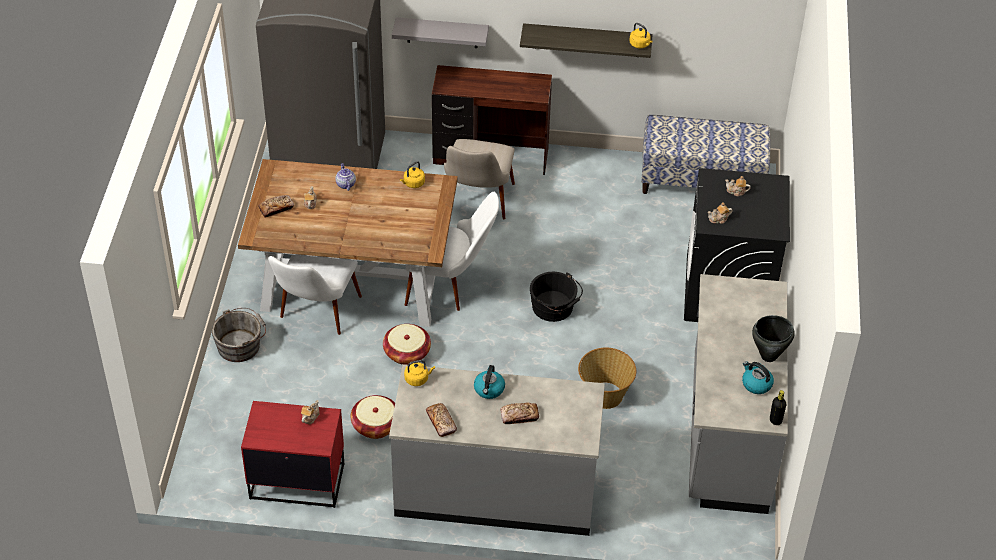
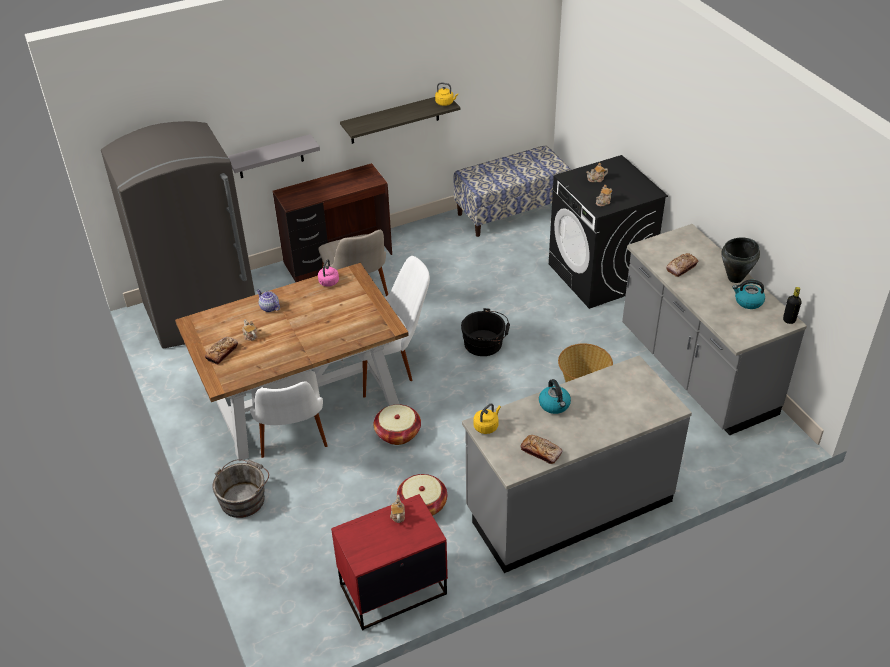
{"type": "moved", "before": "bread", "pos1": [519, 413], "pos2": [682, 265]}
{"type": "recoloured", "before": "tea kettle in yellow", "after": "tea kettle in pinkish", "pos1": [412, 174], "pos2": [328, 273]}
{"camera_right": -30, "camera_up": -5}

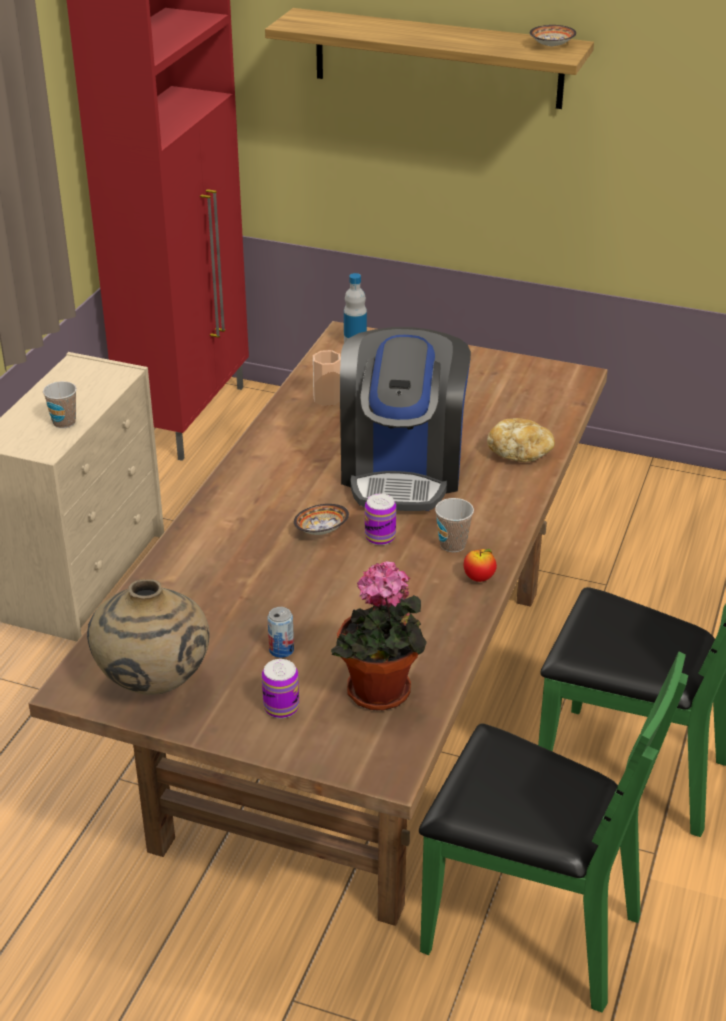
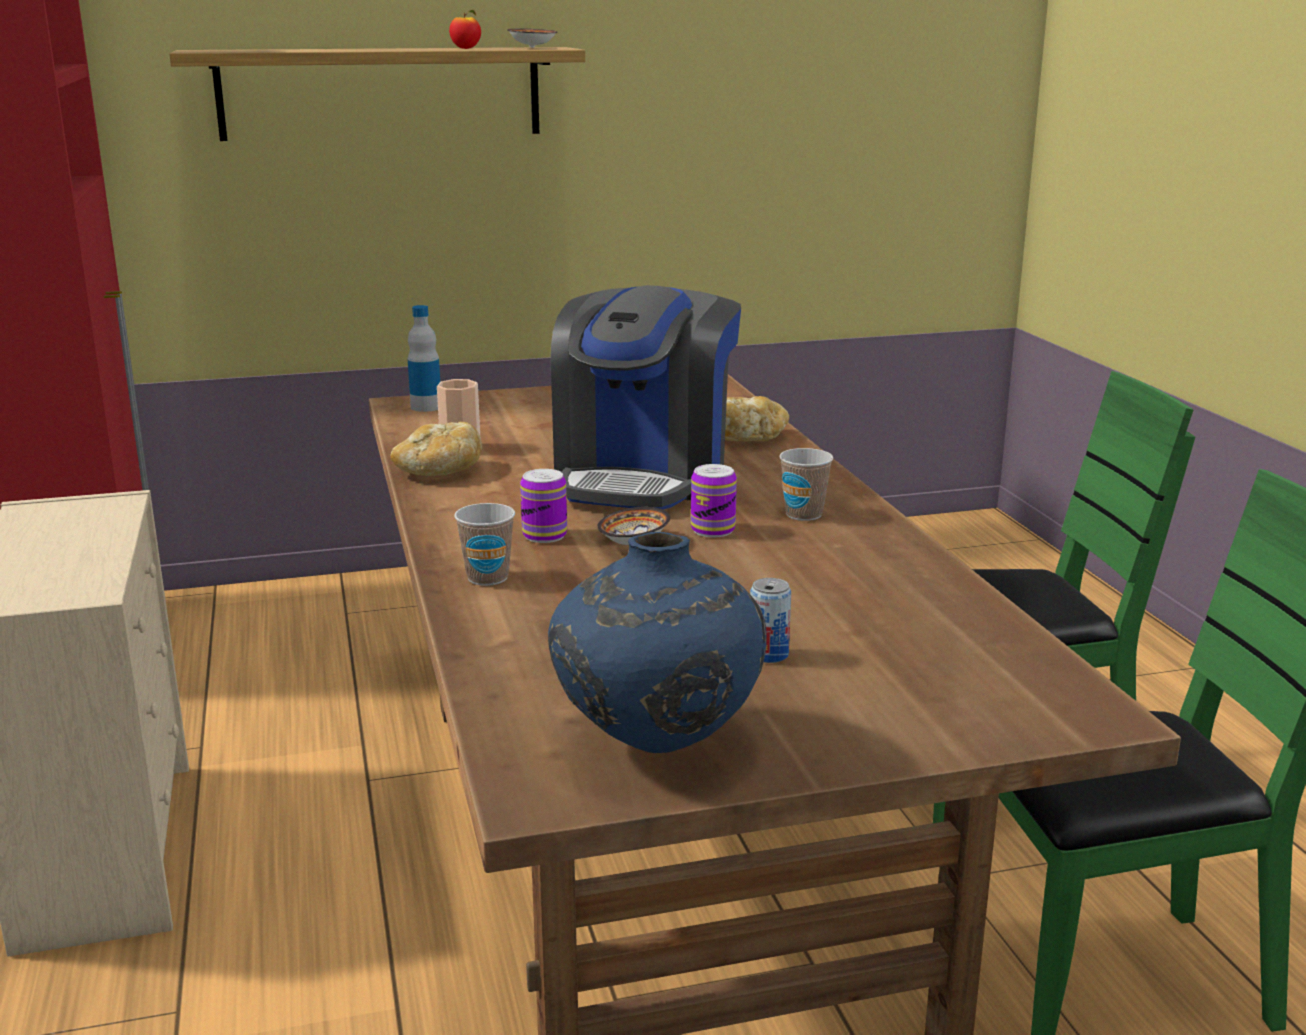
{"type": "removed", "before": "houseplant", "pos1": [379, 636]}
{"type": "added", "after": "bread", "pos2": [436, 449]}
{"type": "moved", "before": "drinking cup", "pos1": [60, 404], "pos2": [484, 544]}
{"type": "moved", "before": "sealed can", "pos1": [280, 688], "pos2": [543, 506]}
{"type": "moved", "before": "apple fruit", "pos1": [480, 565], "pos2": [465, 29]}
{"type": "recoloured", "before": "vase in beige", "after": "vase in blue", "pos1": [148, 637], "pos2": [657, 642]}
{"type": "turned", "before": "coffee machine", "pos1": [405, 419], "pos2": [646, 397], "turn": 45}
{"camera_right": -35, "camera_up": -15}

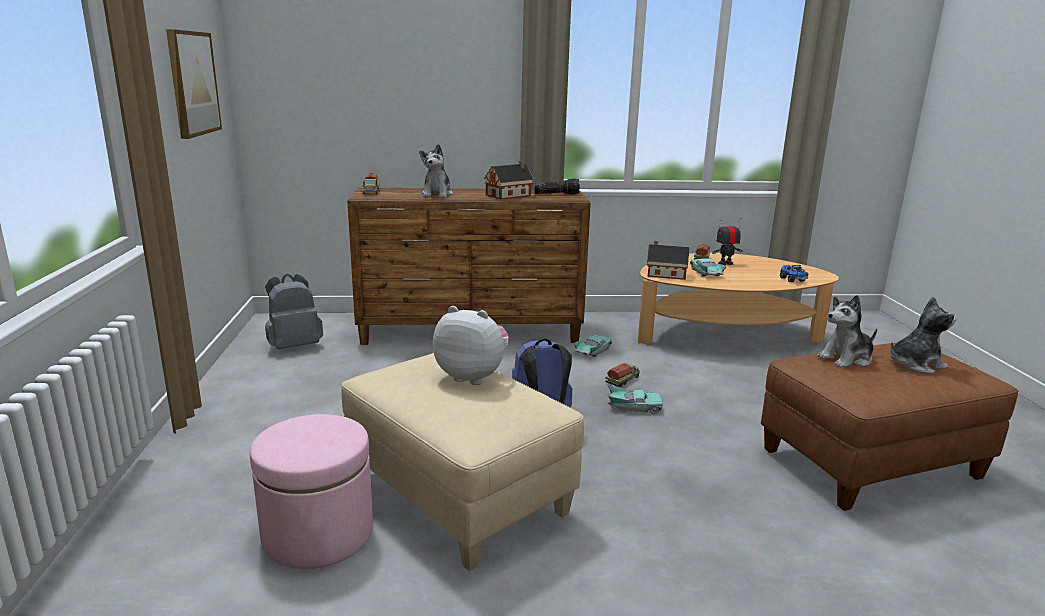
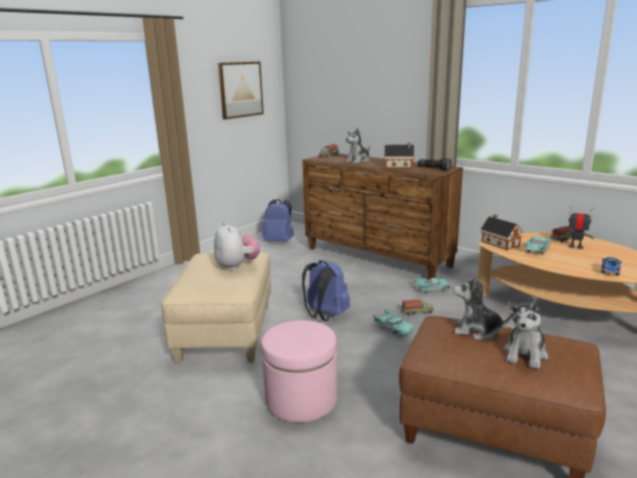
{"type": "moved", "before": "pouffe in pinkish", "pos1": [311, 491], "pos2": [299, 371]}
{"type": "recoloured", "before": "knapsack in grey", "after": "knapsack in blue", "pos1": [294, 311], "pos2": [278, 220]}
{"type": "turned", "before": "cuddly toy", "pos1": [923, 335], "pos2": [526, 333], "turn": 90}
{"camera_right": 45, "camera_up": 0}

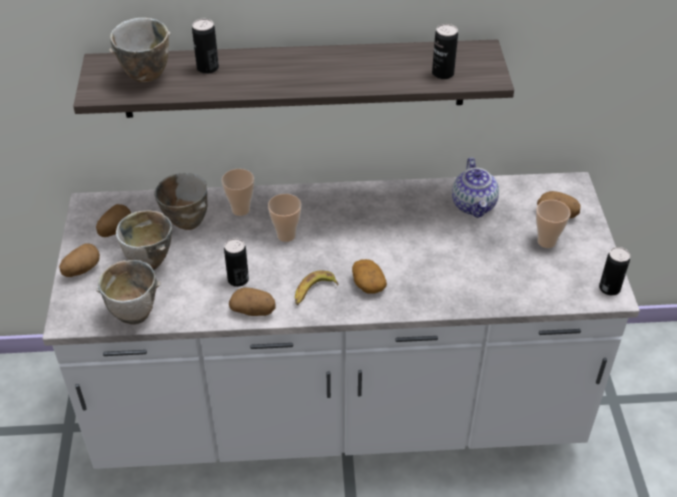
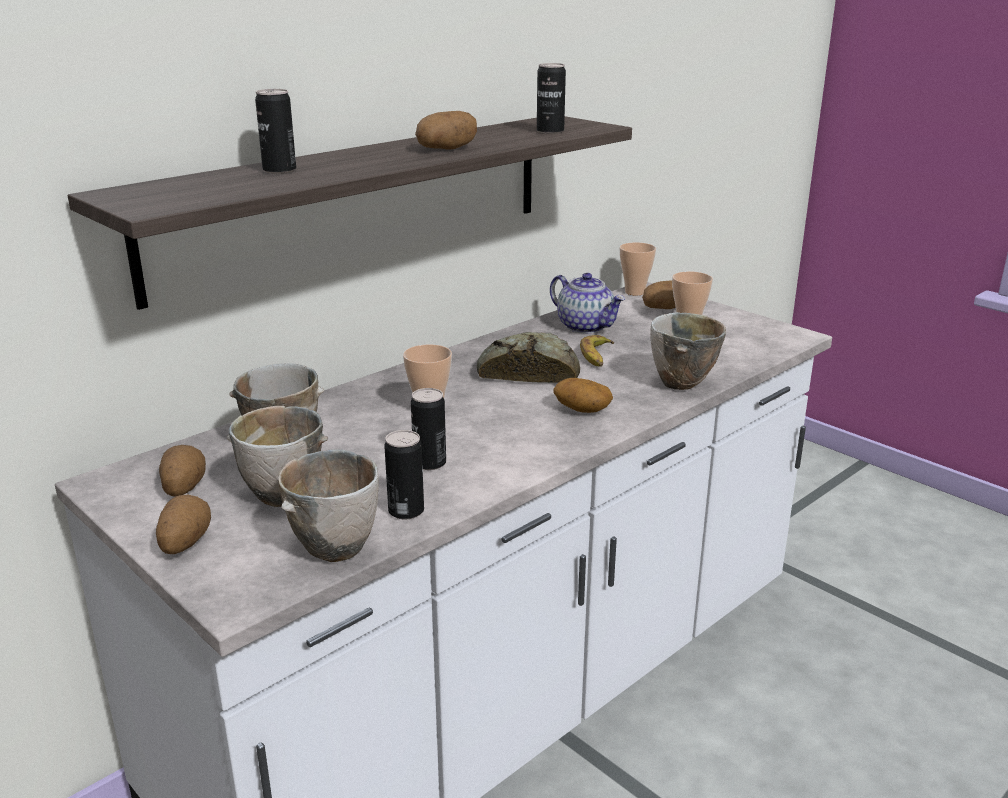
{"type": "added", "after": "bread", "pos2": [528, 357]}
{"type": "moved", "before": "serving bowl", "pos1": [140, 50], "pos2": [688, 351]}
{"type": "moved", "before": "drinking cup", "pos1": [238, 192], "pos2": [637, 268]}
{"type": "moved", "before": "spud", "pos1": [252, 301], "pos2": [446, 130]}
{"type": "moved", "before": "banana", "pos1": [316, 287], "pos2": [597, 351]}
{"type": "moved", "before": "sealed can", "pos1": [614, 271], "pos2": [404, 474]}
{"camera_right": -40, "camera_up": -20}

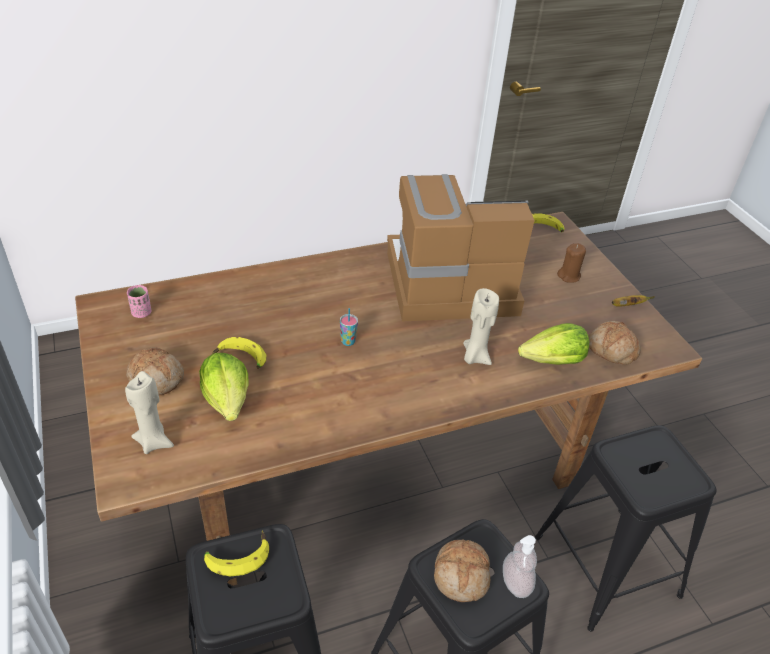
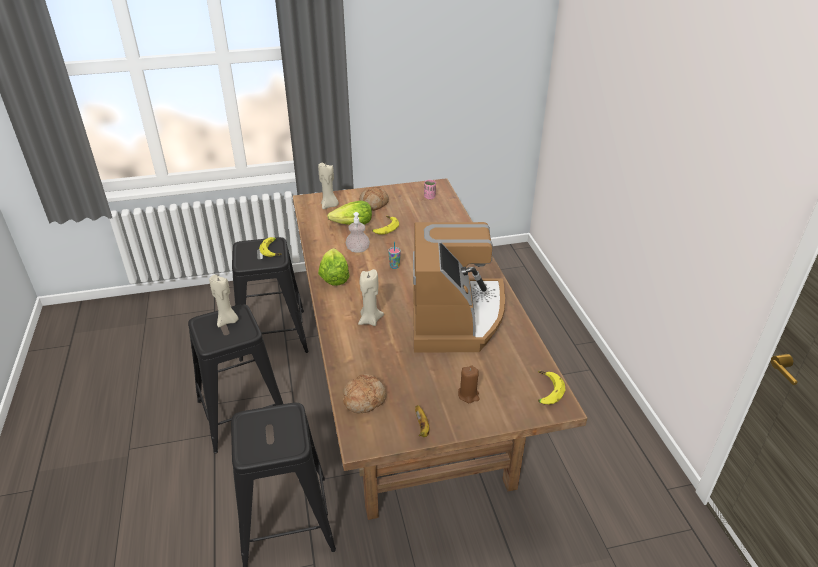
{"type": "moved", "before": "soap dispenser", "pos1": [520, 566], "pos2": [358, 232]}
{"type": "moved", "before": "head of lettuce", "pos1": [553, 344], "pos2": [333, 267]}
{"type": "replaced", "before": "bread", "after": "wax light in beige", "pos1": [462, 571], "pos2": [223, 301]}
{"camera_right": 100, "camera_up": -5}

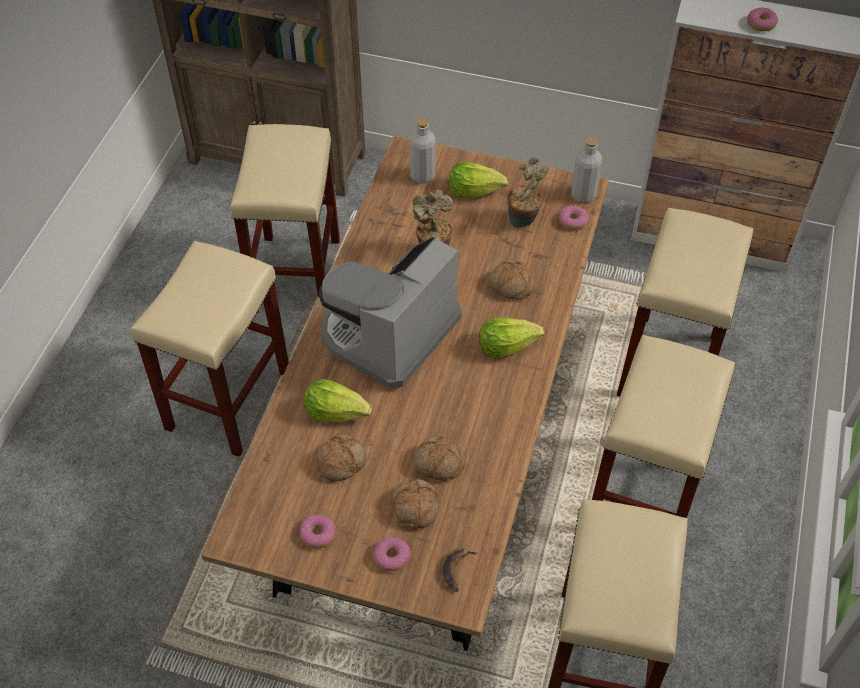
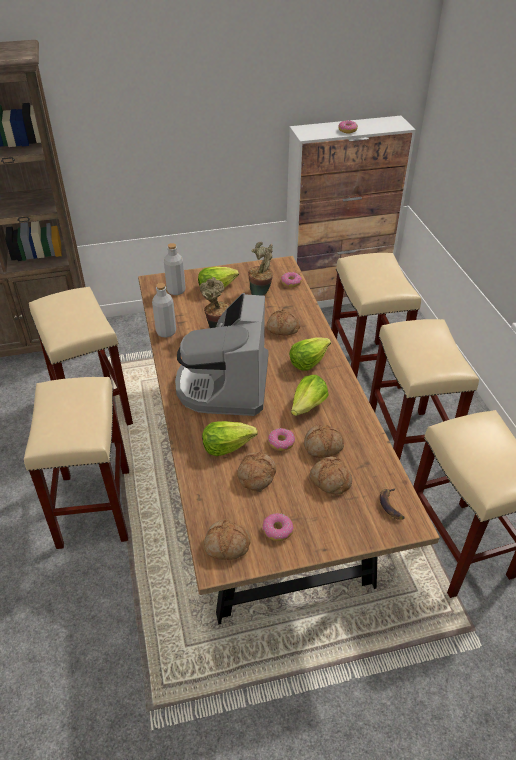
{"type": "added", "after": "bread", "pos2": [227, 539]}
{"type": "added", "after": "head of lettuce", "pos2": [310, 395]}
{"type": "moved", "before": "doughnut", "pos1": [391, 554], "pos2": [281, 439]}
{"type": "moved", "before": "drink bottle in grey", "pos1": [586, 170], "pos2": [164, 310]}
{"camera_right": -30, "camera_up": -10}

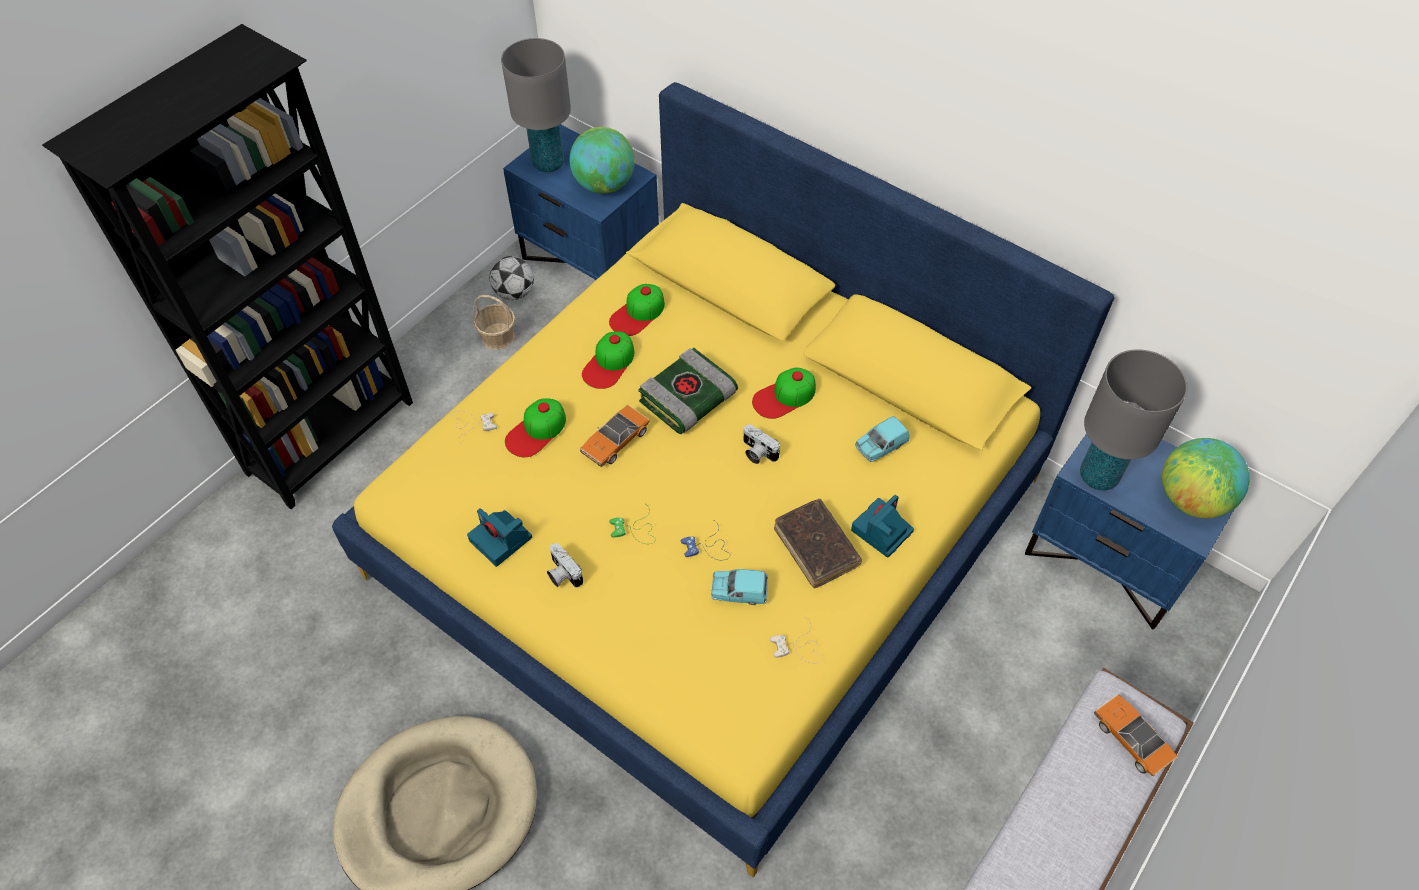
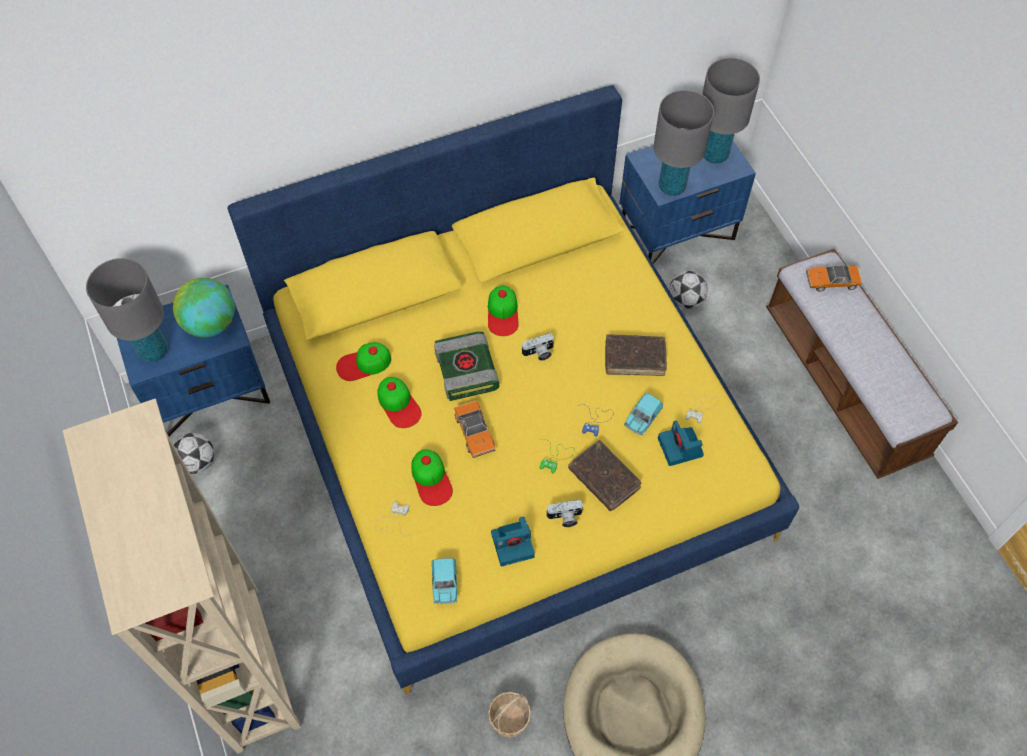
{"type": "added", "after": "volume in brownish", "pos2": [604, 475]}
{"type": "added", "after": "football ball", "pos2": [688, 290]}
{"type": "moved", "before": "basket", "pos1": [494, 322], "pos2": [509, 715]}
{"type": "moved", "before": "photo camera", "pos1": [882, 526], "pos2": [681, 443]}
{"type": "moved", "before": "model car in blue-green", "pos1": [882, 439], "pos2": [444, 581]}
{"type": "replaced", "before": "world globe", "after": "table lamp in grey", "pos1": [1206, 478], "pos2": [731, 111]}
{"type": "recoloured", "before": "bookshelf in black", "after": "bookshelf in beige", "pos1": [227, 266], "pos2": [182, 576]}
{"type": "turned", "before": "peaked cap", "pos1": [637, 310], "pos2": [363, 361], "turn": 90}
{"camera_right": -60, "camera_up": 5}

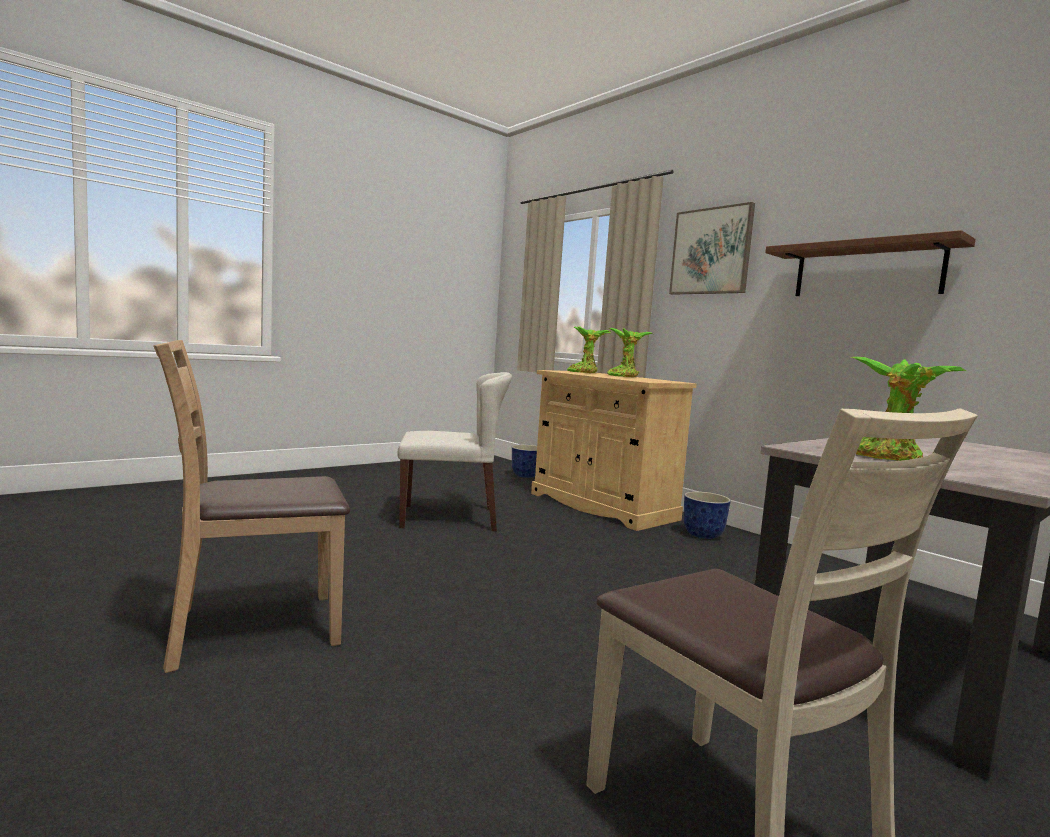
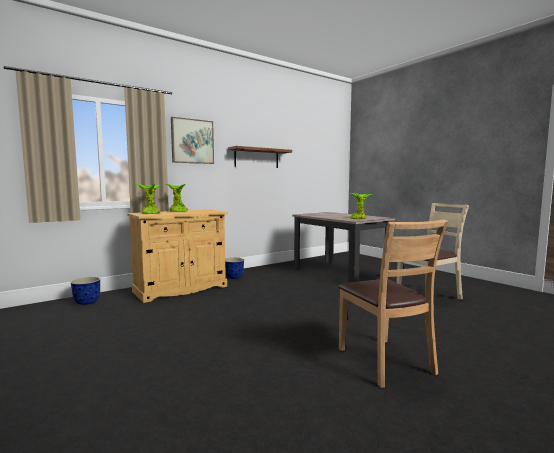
{"type": "removed", "before": "chair in beige", "pos1": [454, 451]}
{"camera_right": -85, "camera_up": 0}

